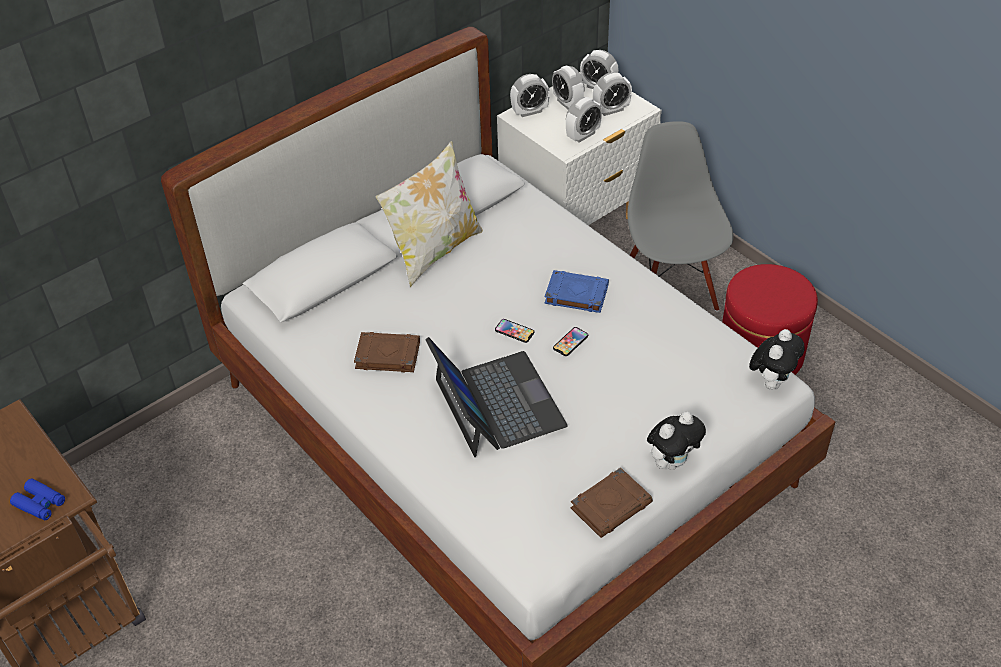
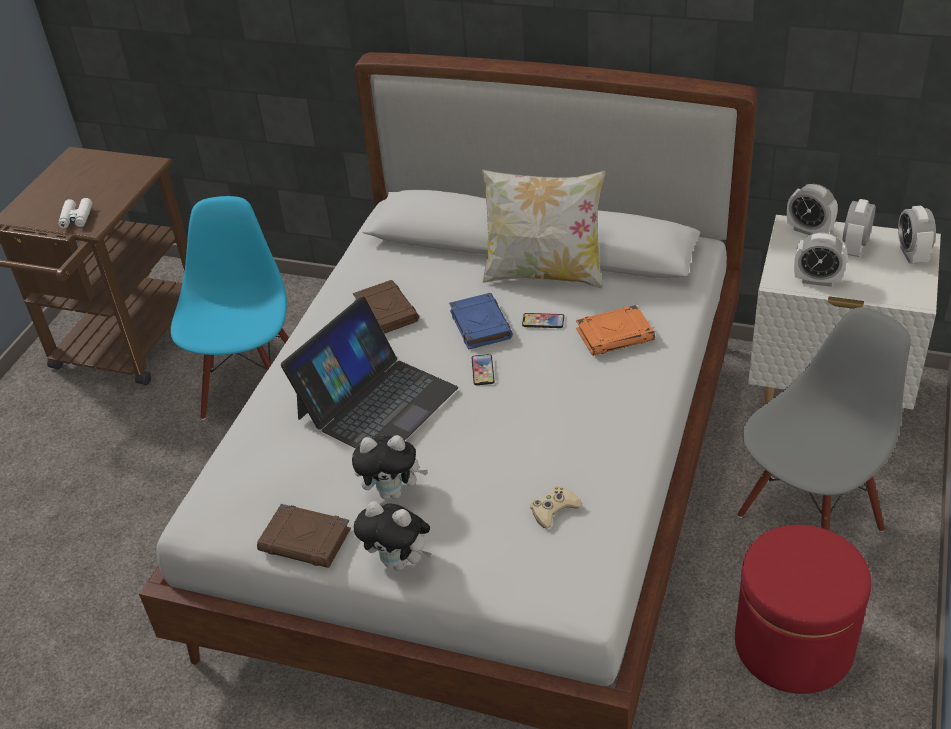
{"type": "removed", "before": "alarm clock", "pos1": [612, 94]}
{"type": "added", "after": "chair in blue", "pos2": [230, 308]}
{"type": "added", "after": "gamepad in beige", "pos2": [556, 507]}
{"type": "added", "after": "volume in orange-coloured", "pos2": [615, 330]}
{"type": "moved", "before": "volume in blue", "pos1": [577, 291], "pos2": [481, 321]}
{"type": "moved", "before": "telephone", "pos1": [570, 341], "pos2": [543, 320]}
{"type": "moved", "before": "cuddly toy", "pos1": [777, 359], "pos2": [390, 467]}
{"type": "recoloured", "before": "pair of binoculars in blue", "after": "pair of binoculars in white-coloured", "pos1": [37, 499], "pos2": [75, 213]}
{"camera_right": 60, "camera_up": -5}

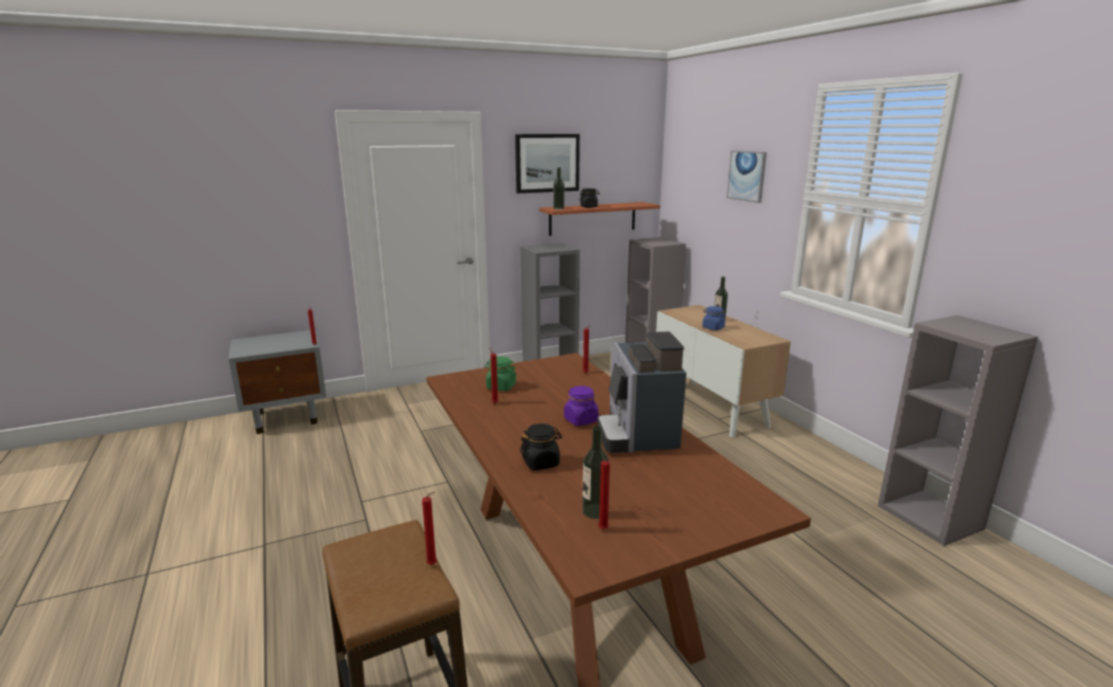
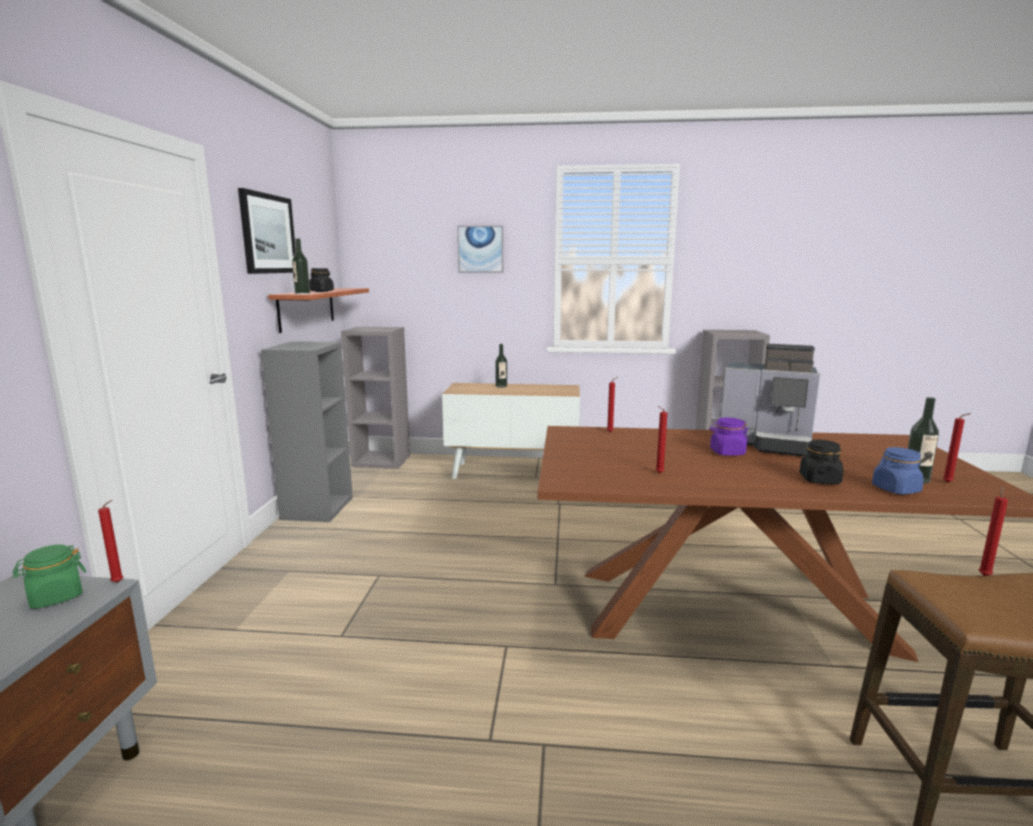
{"type": "moved", "before": "preserve jar in greenish", "pos1": [500, 373], "pos2": [49, 577]}
{"type": "moved", "before": "preserve jar in blue", "pos1": [714, 318], "pos2": [898, 470]}
{"camera_right": -60, "camera_up": -5}

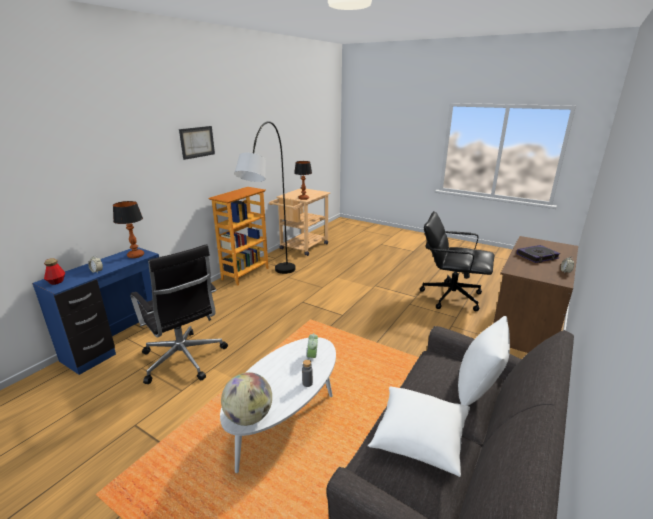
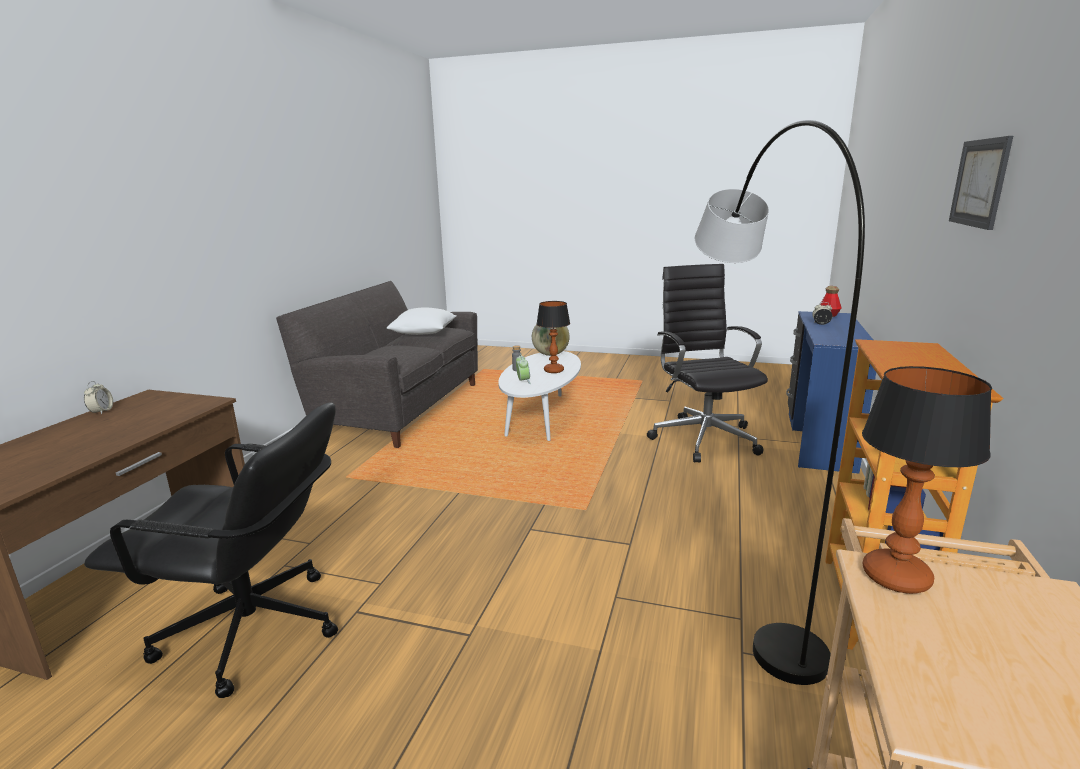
{"type": "removed", "before": "cushion in white-coloured", "pos1": [484, 361]}
{"type": "removed", "before": "volume", "pos1": [539, 254]}
{"type": "moved", "before": "table lamp", "pos1": [128, 229], "pos2": [553, 337]}
{"type": "turned", "before": "desk chair in black", "pos1": [179, 314], "pos2": [707, 363], "turn": 45}
{"camera_right": 165, "camera_up": -5}

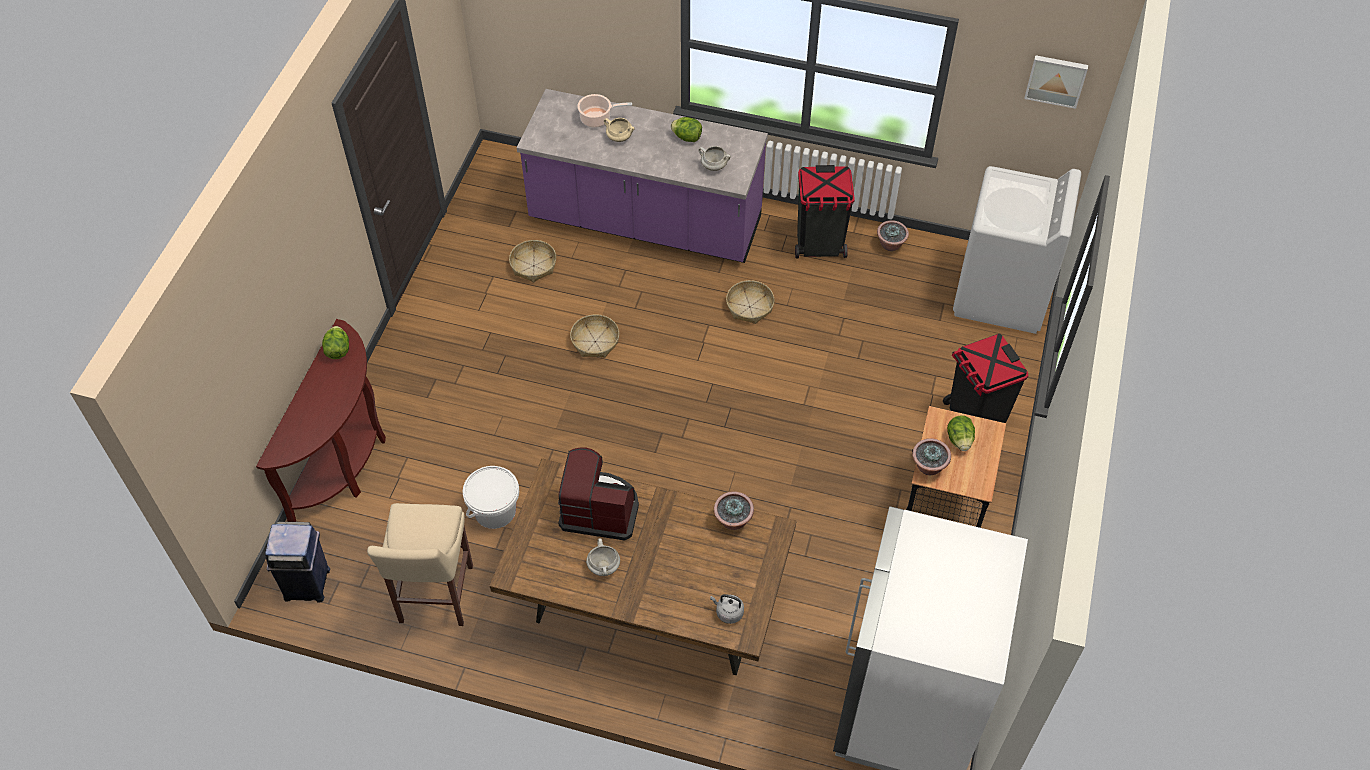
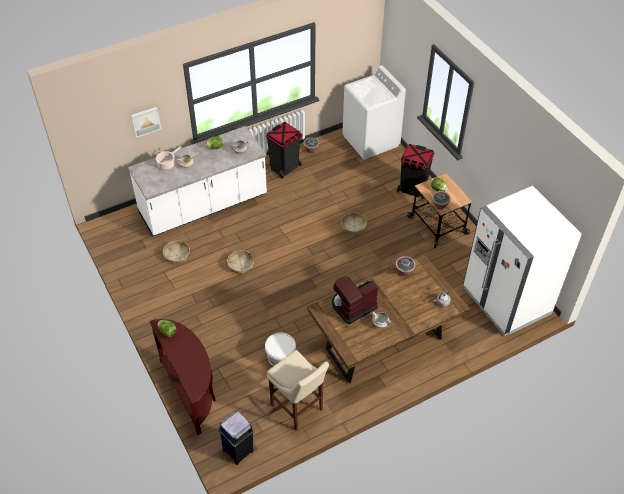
{"type": "moved", "before": "basket", "pos1": [750, 302], "pos2": [354, 223]}
{"type": "moved", "before": "wall art", "pos1": [1056, 82], "pos2": [146, 122]}
{"type": "recoloured", "before": "kitchen base unit in purple", "after": "kitchen base unit in white-coloured", "pos1": [642, 176], "pos2": [197, 181]}
{"camera_right": -45, "camera_up": -5}

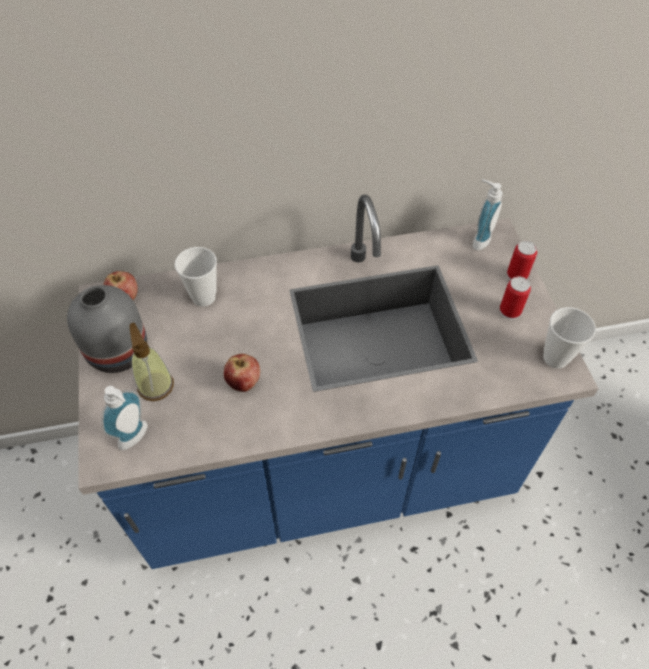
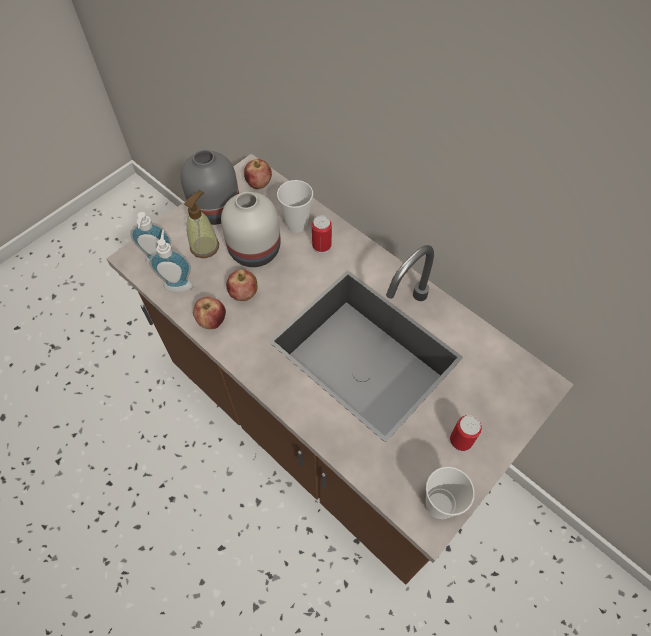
{"type": "added", "after": "apple fruit", "pos2": [209, 313]}
{"type": "added", "after": "vase in white-coloured", "pos2": [251, 229]}
{"type": "moved", "before": "soap dispenser", "pos1": [488, 214], "pos2": [171, 261]}
{"type": "moved", "before": "sealed can", "pos1": [522, 260], "pos2": [322, 235]}
{"type": "recoloured", "before": "kitchen base unit in blue", "after": "kitchen base unit in brownish", "pos1": [338, 382], "pos2": [340, 369]}
{"camera_right": 55, "camera_up": 5}

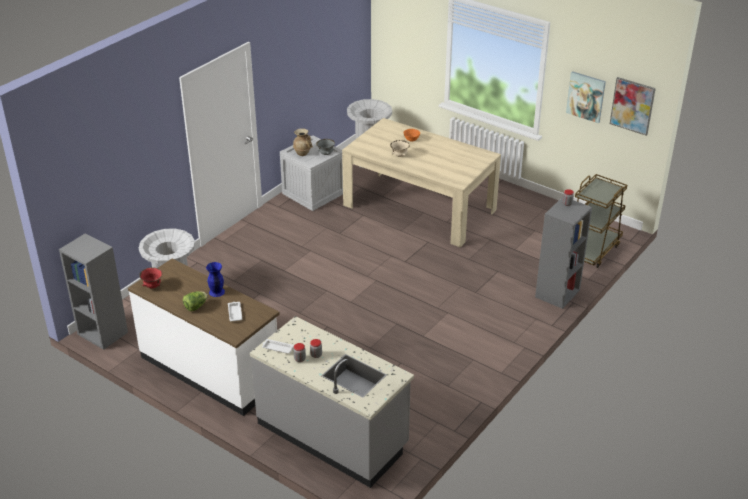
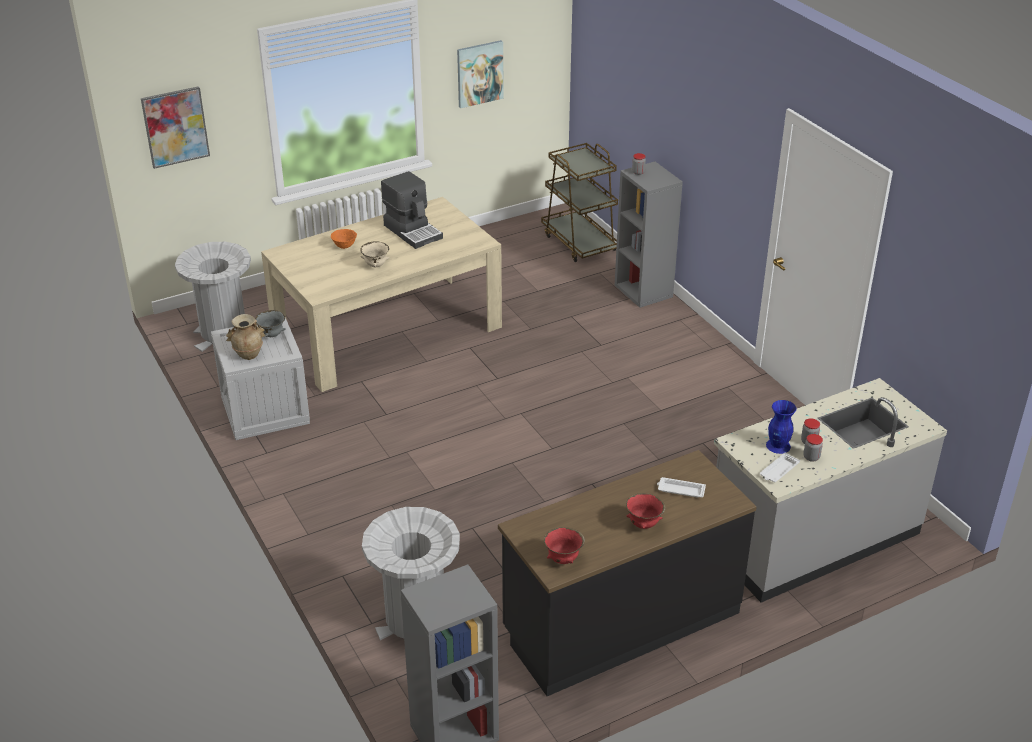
{"type": "added", "after": "coffee machine", "pos2": [412, 210]}
{"type": "moved", "before": "vase in blue", "pos1": [215, 279], "pos2": [781, 427]}
{"type": "moved", "before": "wall art", "pos1": [633, 106], "pos2": [175, 127]}
{"type": "replaced", "before": "head of lettuce", "after": "serving bowl in reddish", "pos1": [195, 301], "pos2": [646, 511]}
{"type": "recoloured", "before": "kitchen base unit in white-coloured", "after": "kitchen base unit in black", "pos1": [204, 337], "pos2": [627, 573]}
{"camera_right": -65, "camera_up": 0}

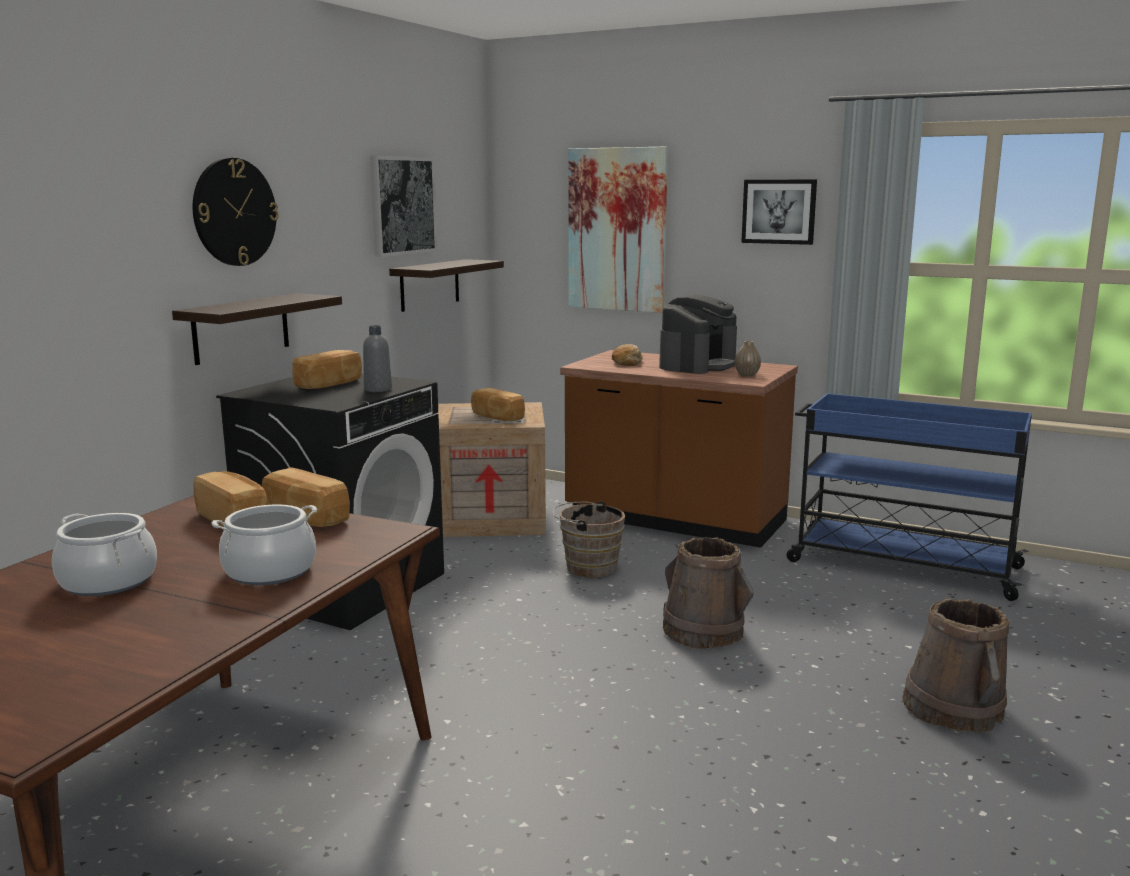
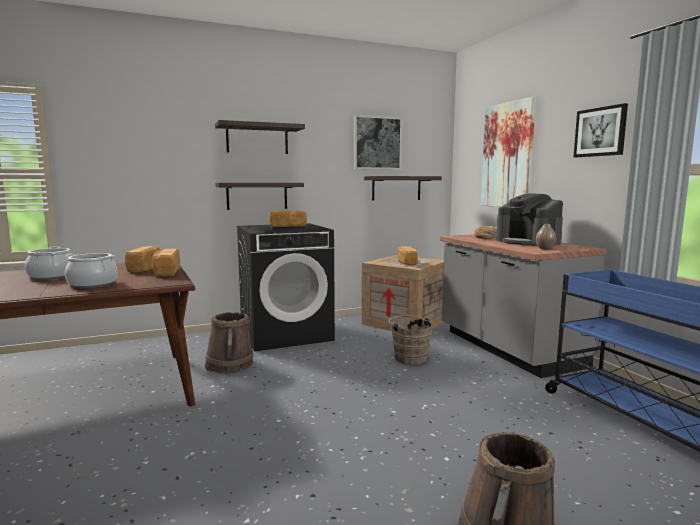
{"type": "removed", "before": "drink bottle in grey", "pos1": [377, 358]}
{"type": "moved", "before": "bucket in brownish", "pos1": [708, 593], "pos2": [229, 343]}
{"type": "replaced", "before": "clock on the wall", "after": "shelf", "pos1": [236, 212], "pos2": [260, 137]}
{"type": "recoloured", "before": "kitchen base unit in brownish", "after": "kitchen base unit in grey", "pos1": [679, 449], "pos2": [523, 306]}
{"type": "turned", "before": "coffee machine", "pos1": [698, 334], "pos2": [529, 219], "turn": 75}
{"camera_right": 40, "camera_up": -5}

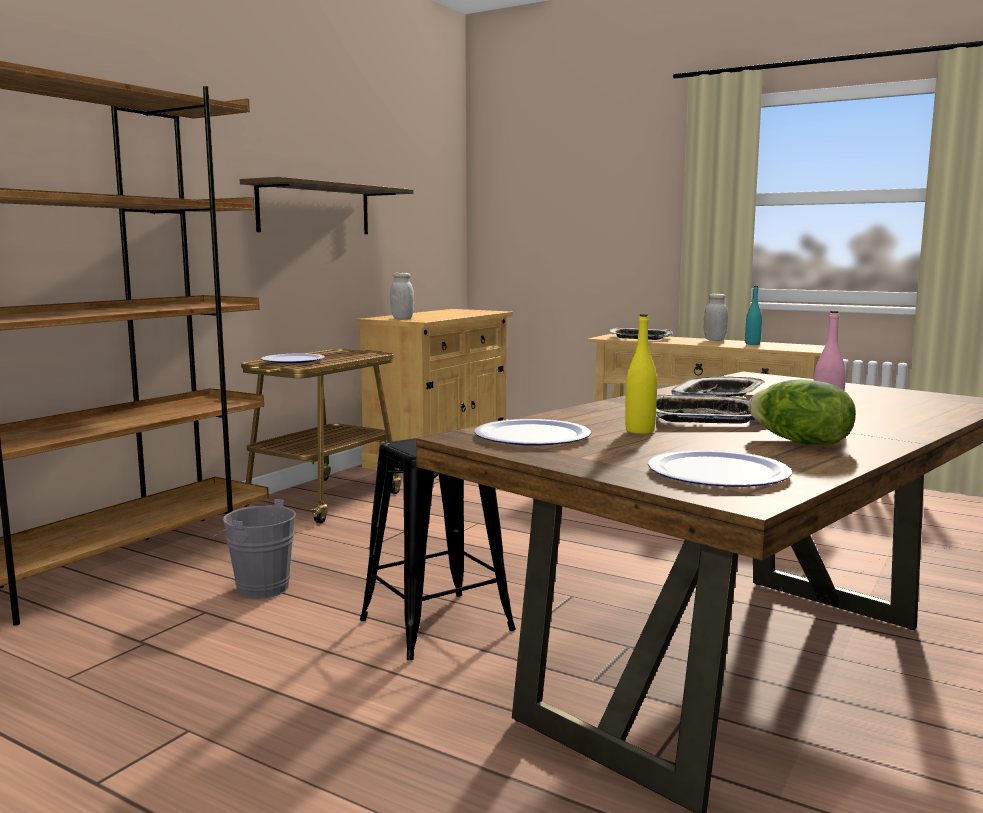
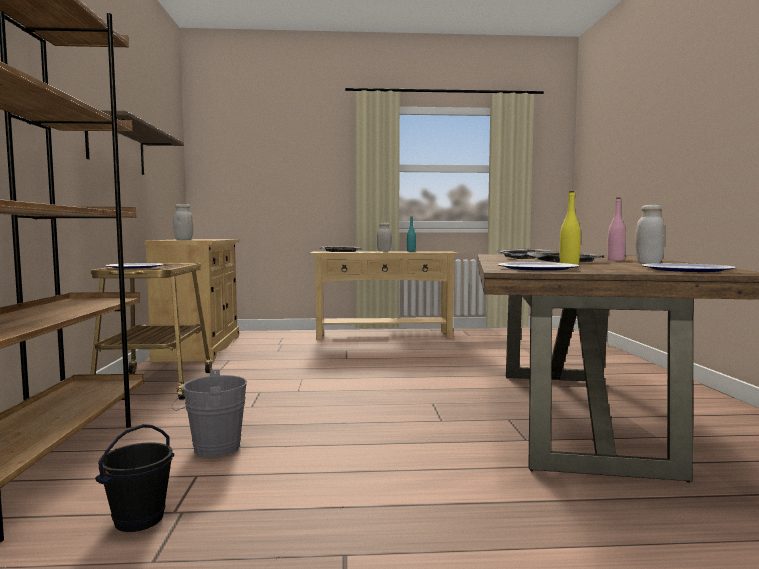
{"type": "removed", "before": "stool in black", "pos1": [438, 549]}
{"type": "added", "after": "bucket in black", "pos2": [134, 478]}
{"type": "replaced", "before": "head of lettuce", "after": "preserve jar in white-coloured", "pos1": [802, 412], "pos2": [650, 234]}
{"camera_right": -35, "camera_up": -5}

